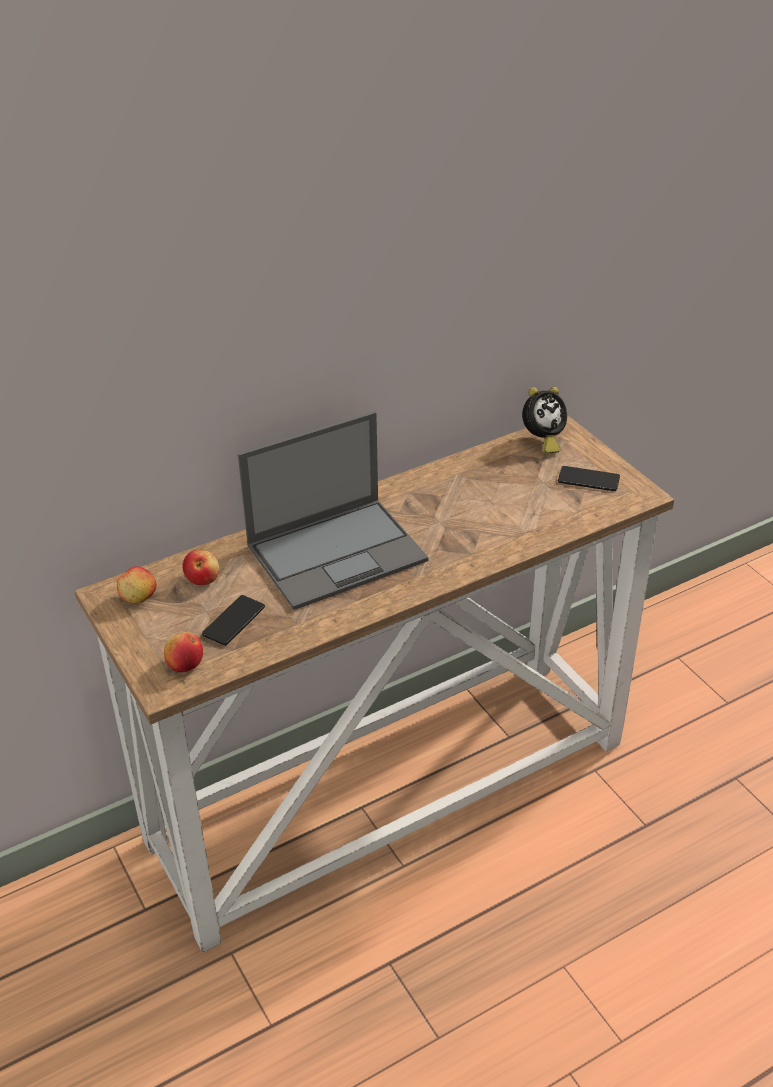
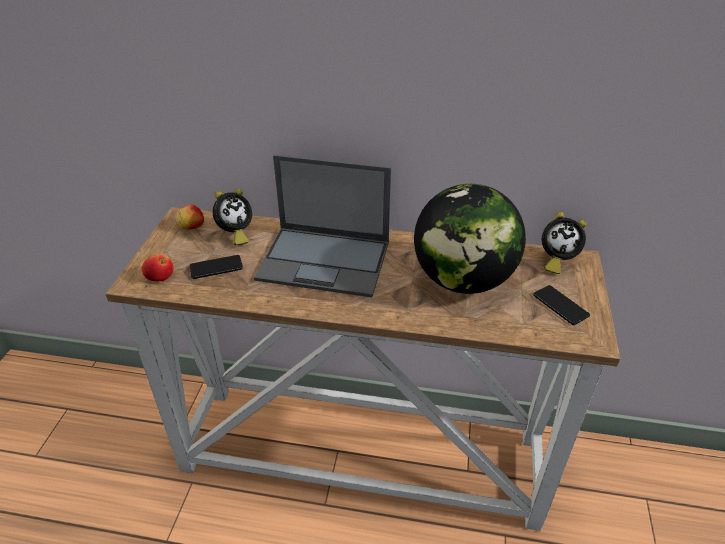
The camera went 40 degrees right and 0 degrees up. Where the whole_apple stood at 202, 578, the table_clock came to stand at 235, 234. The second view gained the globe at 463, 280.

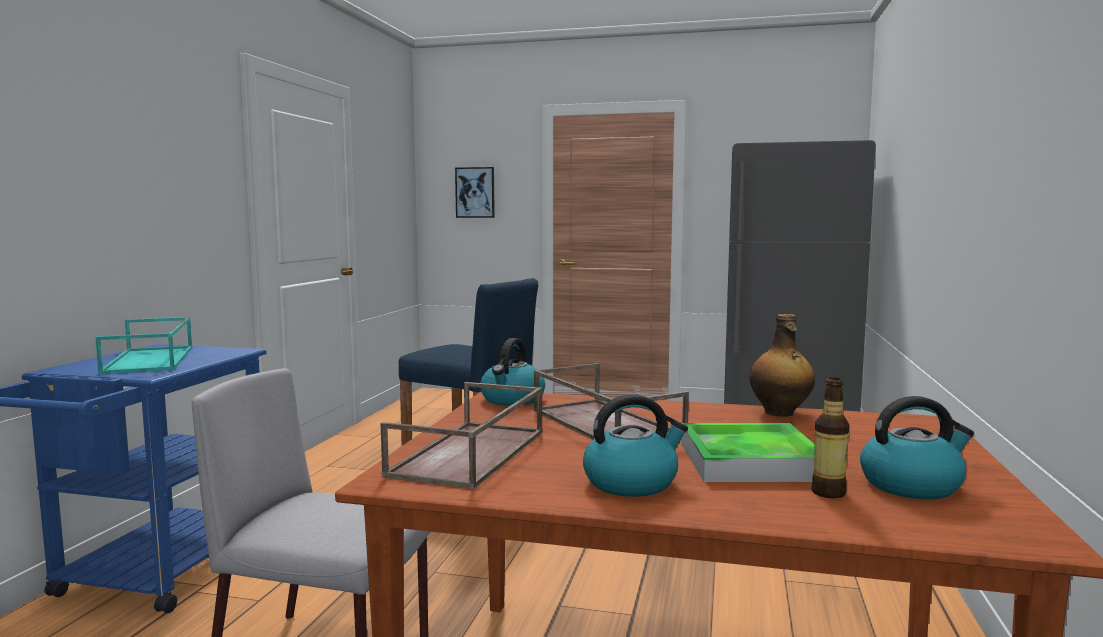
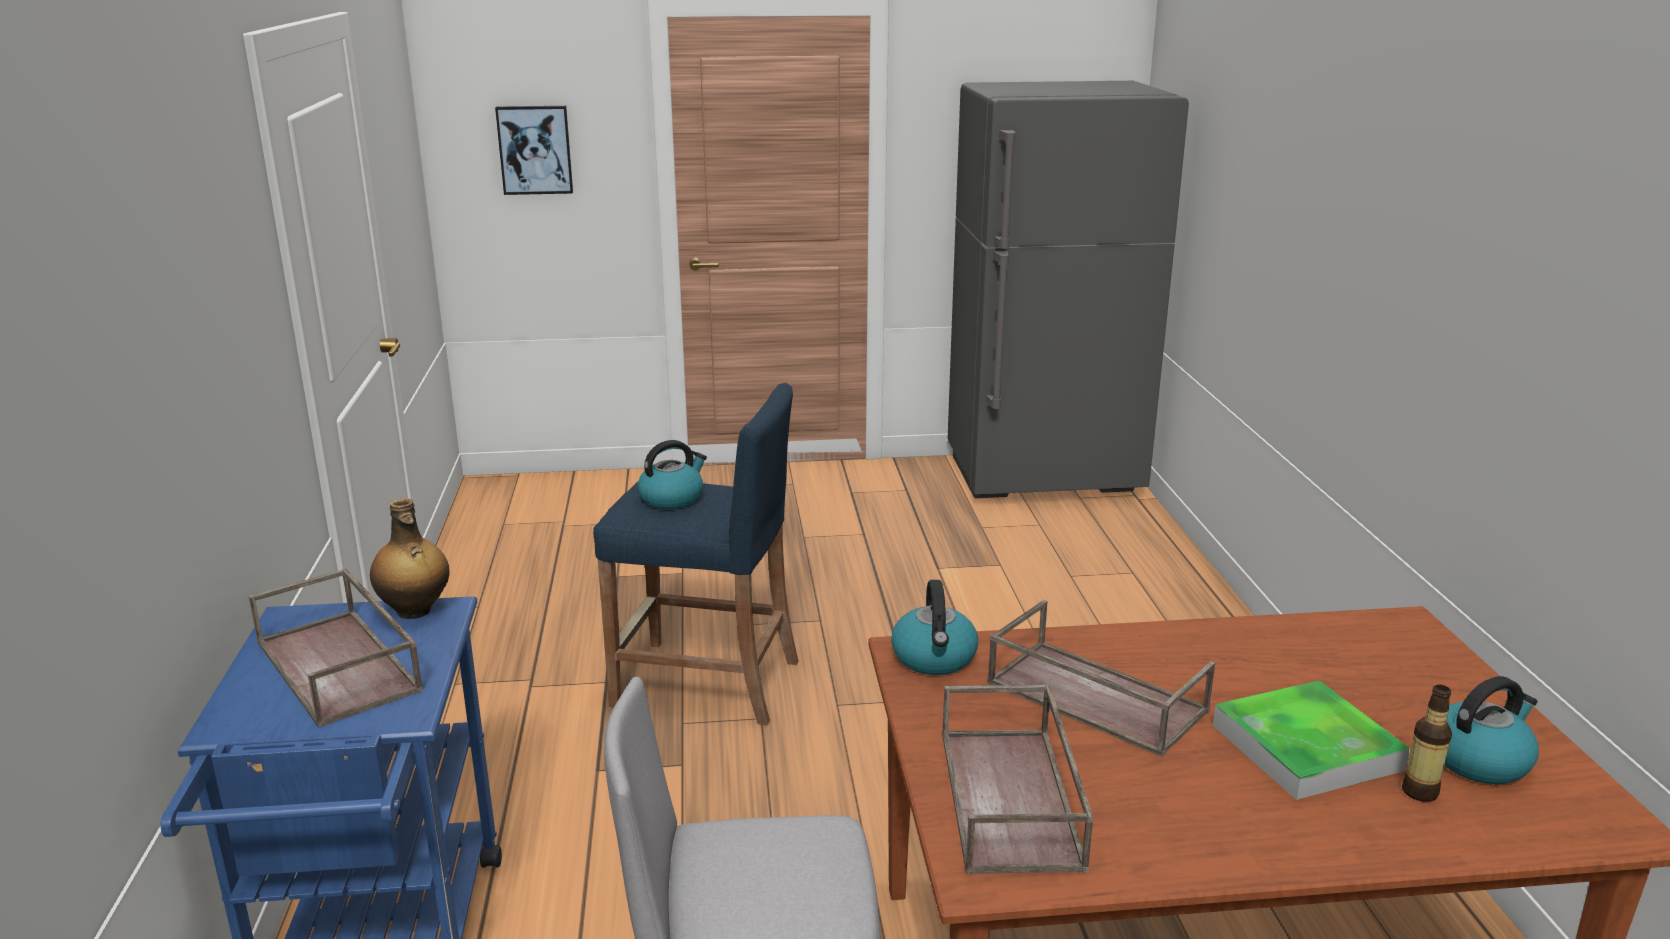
The camera went 20 degrees left and 15 degrees up. What was the turquoise_tray at 150, 360 turned into the brown-coloured_tray at 340, 666. The beverage_bottle ended up elsewhere, having gone from 779, 413 to 414, 611. The kettle ended up elsewhere, having gone from 632, 482 to 672, 498.

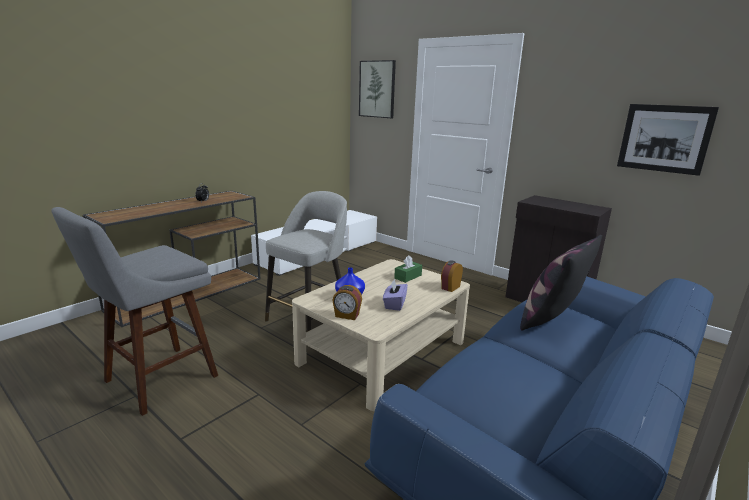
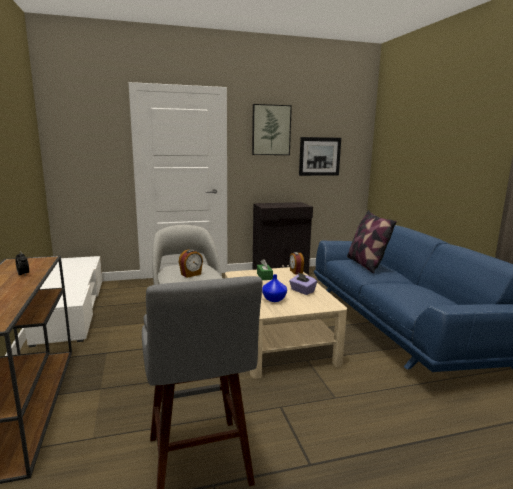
The camera went 55 degrees left and 5 degrees down. The table_clock ended up elsewhere, having gone from 347, 316 to 191, 274. The wall_art ended up elsewhere, having gone from 377, 89 to 271, 130.

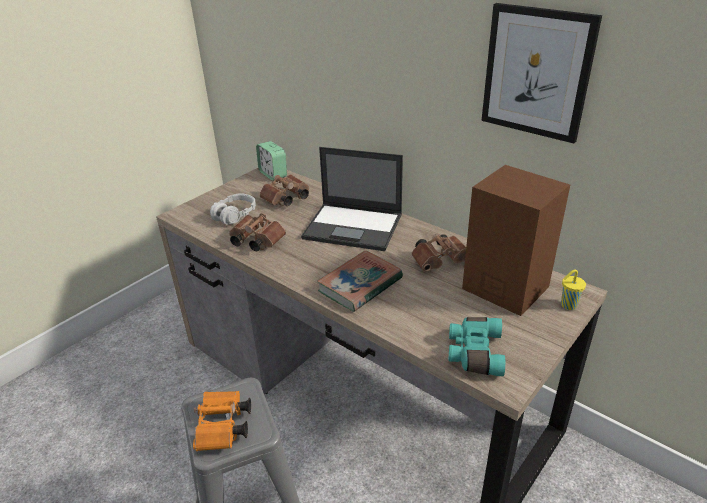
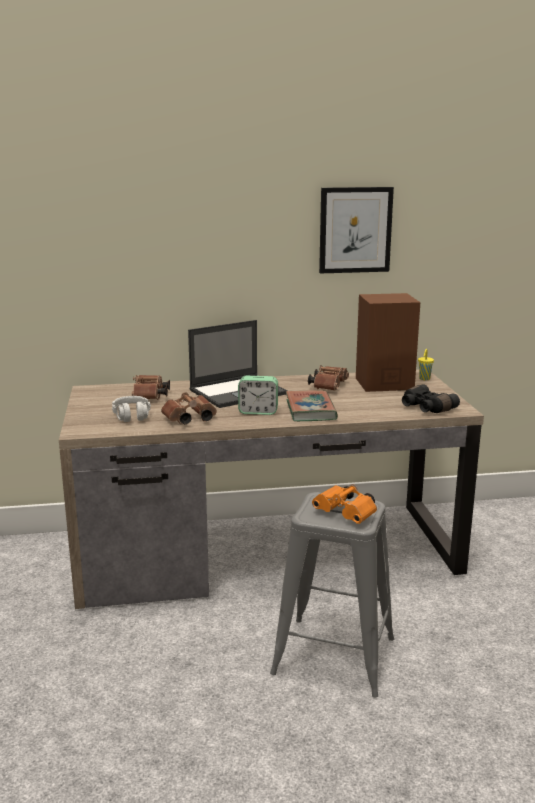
The camera went 50 degrees left and 15 degrees down. The table_clock ended up elsewhere, having gone from 273, 174 to 258, 411. What was the turquoise_pair_of_binoculars at 473, 353 turned into the black-coloured_pair_of_binoculars at 425, 408.

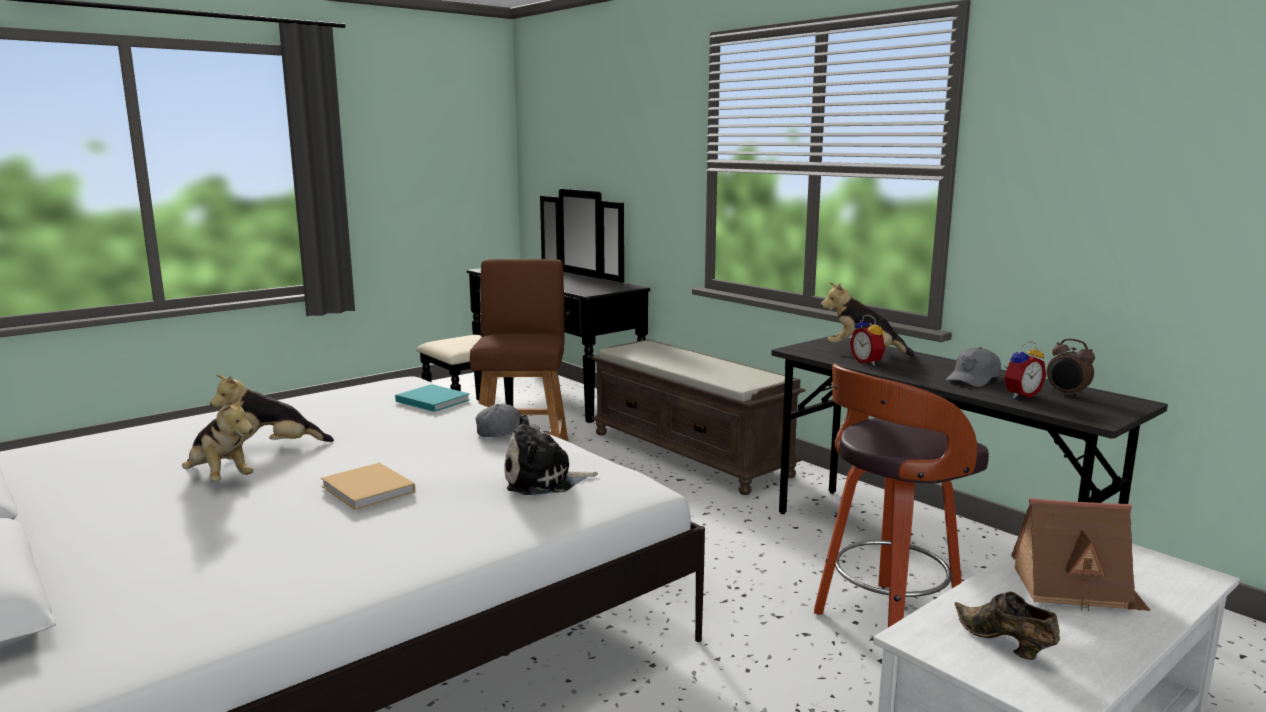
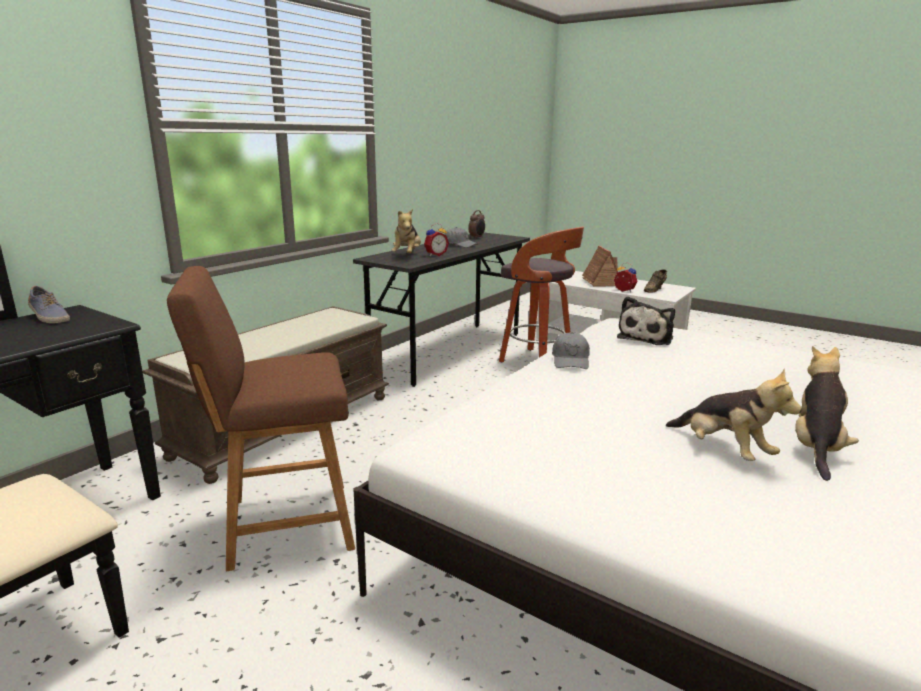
The camera went 105 degrees left and 5 degrees up. The second view gained the item_of_footwear at 49, 317. The gray_peaked_cap at 507, 433 ended up facing another way, 150 degrees counterclockwise from before. The table_clock ended up elsewhere, having gone from 1020, 395 to 623, 291. The cuddly_toy at 543, 481 ended up facing another way, 60 degrees clockwise from before. The second view lost the beige-coloured_volume at 369, 490. The second view lost the turquoise_volume at 431, 400.

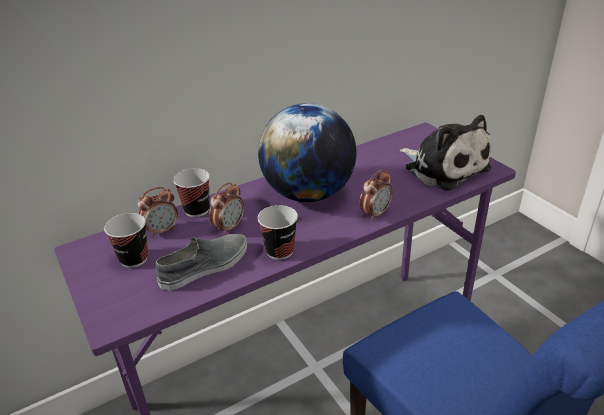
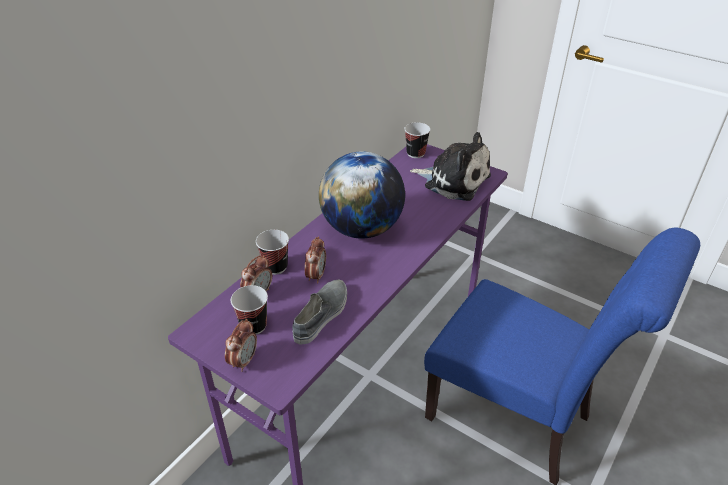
The camera went 25 degrees left and 5 degrees up. The table_clock ended up elsewhere, having gone from 375, 213 to 243, 361. The drinking_cup ended up elsewhere, having gone from 280, 251 to 415, 153.

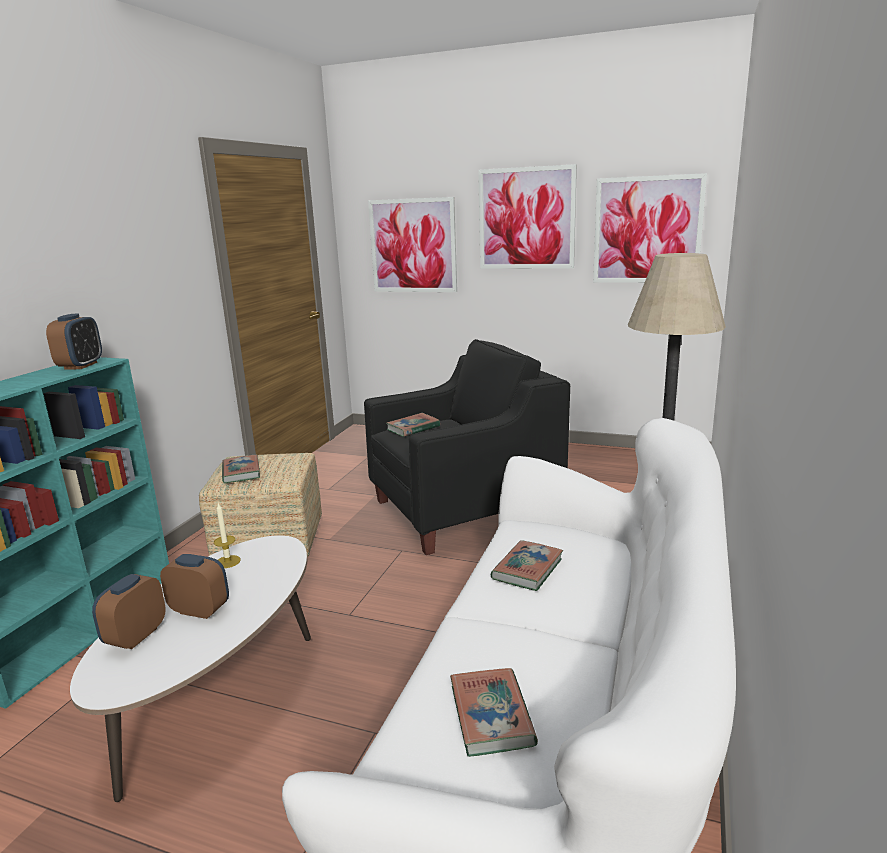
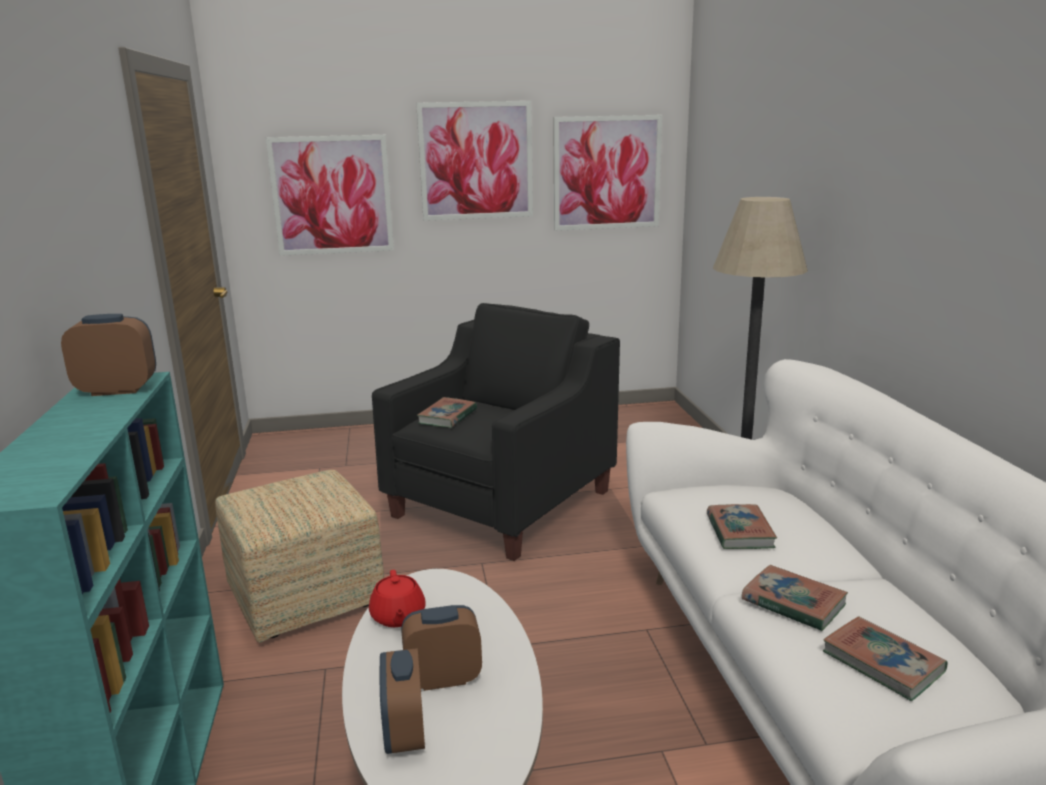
The camera went 30 degrees left and 0 degrees up. The table_clock at 81, 366 ended up facing another way, 75 degrees counterclockwise from before. Where the wax_light stood at 228, 561, the red-coloured_teapot came to stand at 398, 617. The volume ended up elsewhere, having gone from 241, 472 to 793, 603.

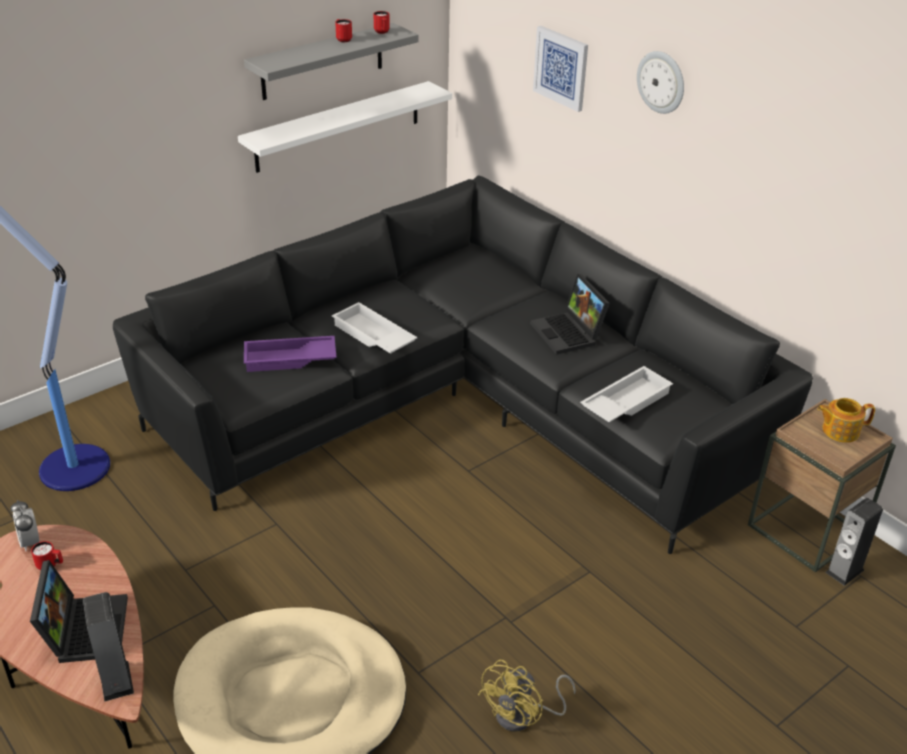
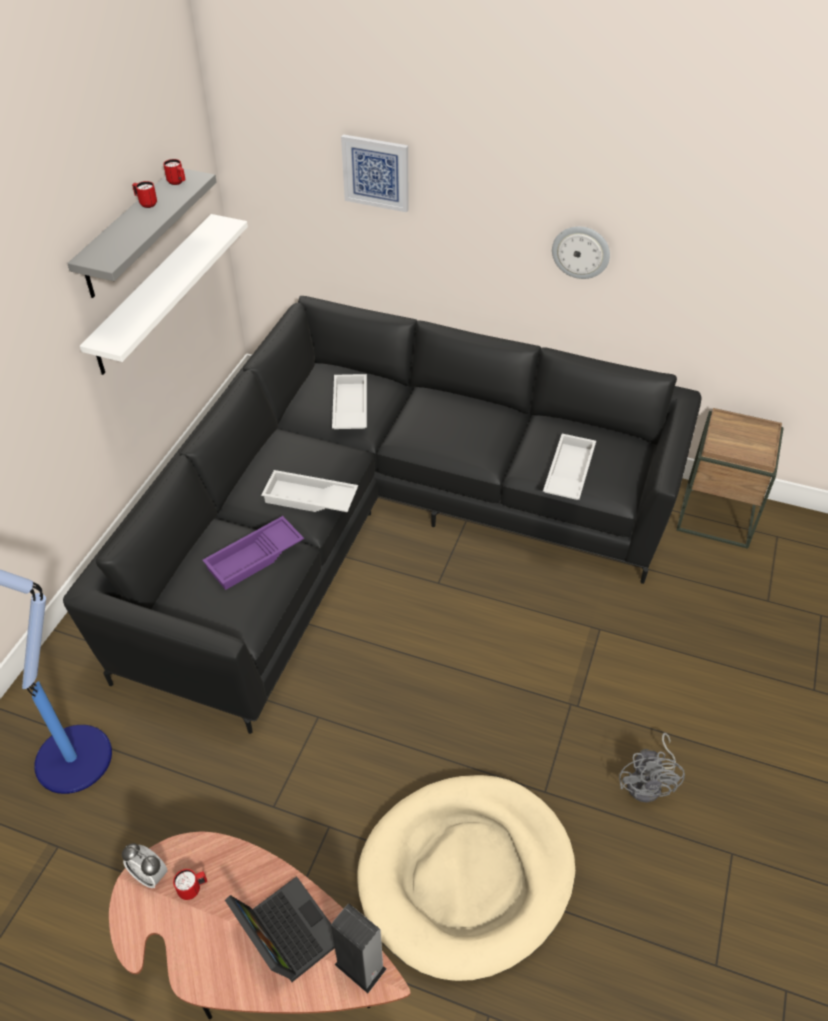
The camera went 30 degrees left and 10 degrees up. The second view gained the white_tray at 349, 408. The wall_clock ended up elsewhere, having gone from 661, 82 to 581, 252. What was the yellowish_cooling_fan at 523, 716 turned into the gray_cooling_fan at 649, 783. The second view lost the portable_computer at 569, 333. The second view lost the teapot at 839, 430. The second view lost the speaker at 844, 571.

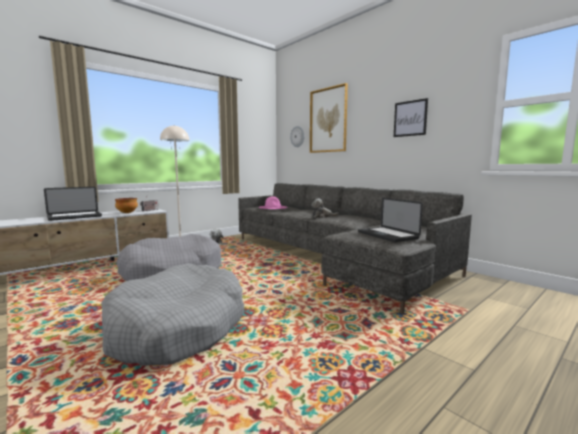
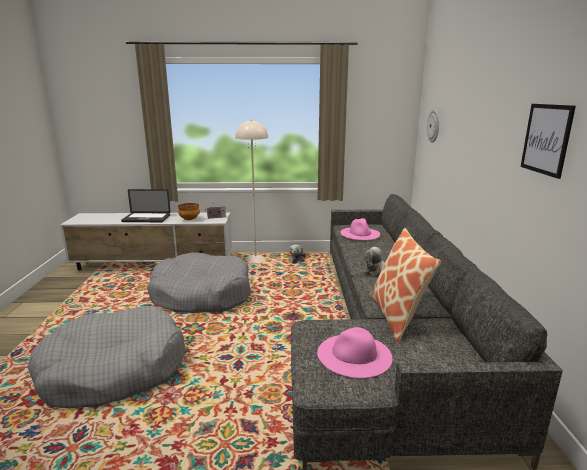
The camera went 40 degrees right and 10 degrees up. Where the portable_computer stood at 387, 235, the pinkish_clothing_hat came to stand at 354, 355. The second view gained the pillow at 398, 317. The second view lost the wall_art at 328, 120.

